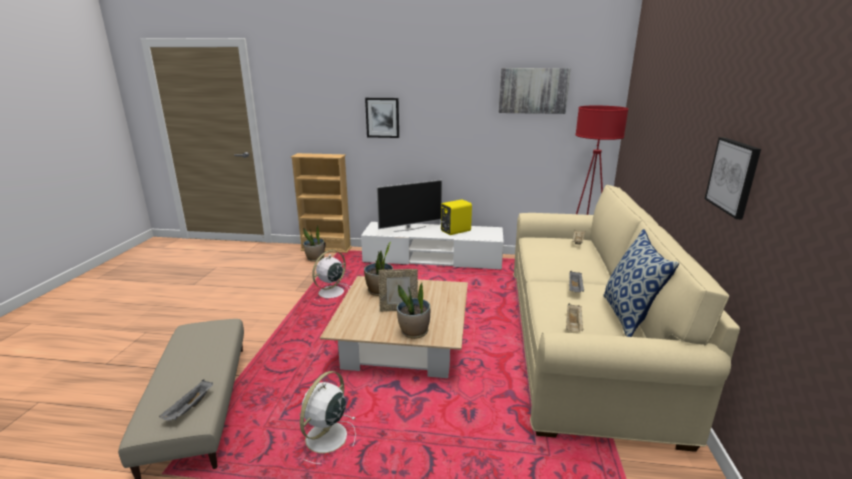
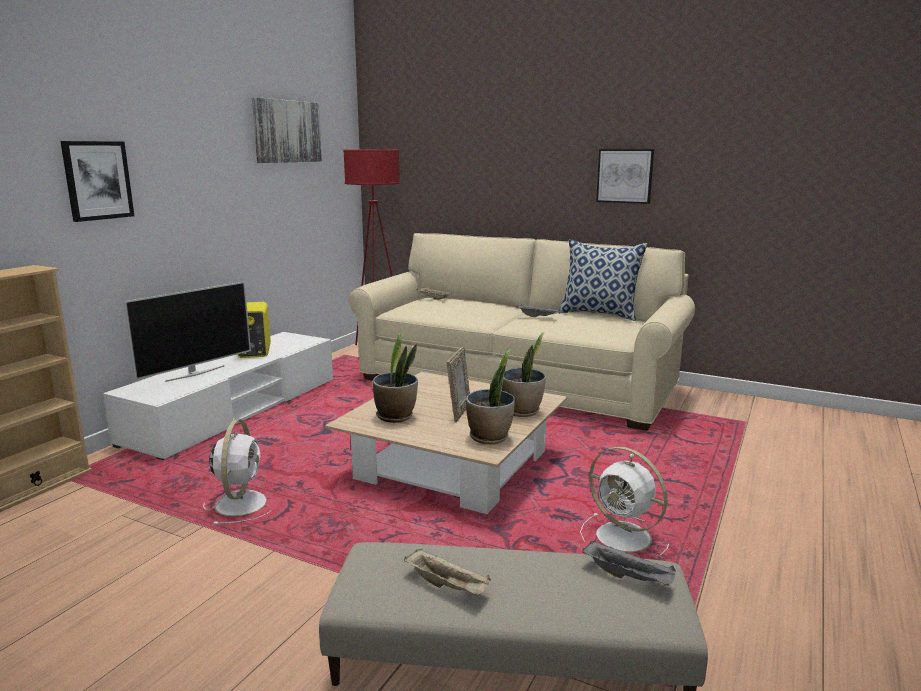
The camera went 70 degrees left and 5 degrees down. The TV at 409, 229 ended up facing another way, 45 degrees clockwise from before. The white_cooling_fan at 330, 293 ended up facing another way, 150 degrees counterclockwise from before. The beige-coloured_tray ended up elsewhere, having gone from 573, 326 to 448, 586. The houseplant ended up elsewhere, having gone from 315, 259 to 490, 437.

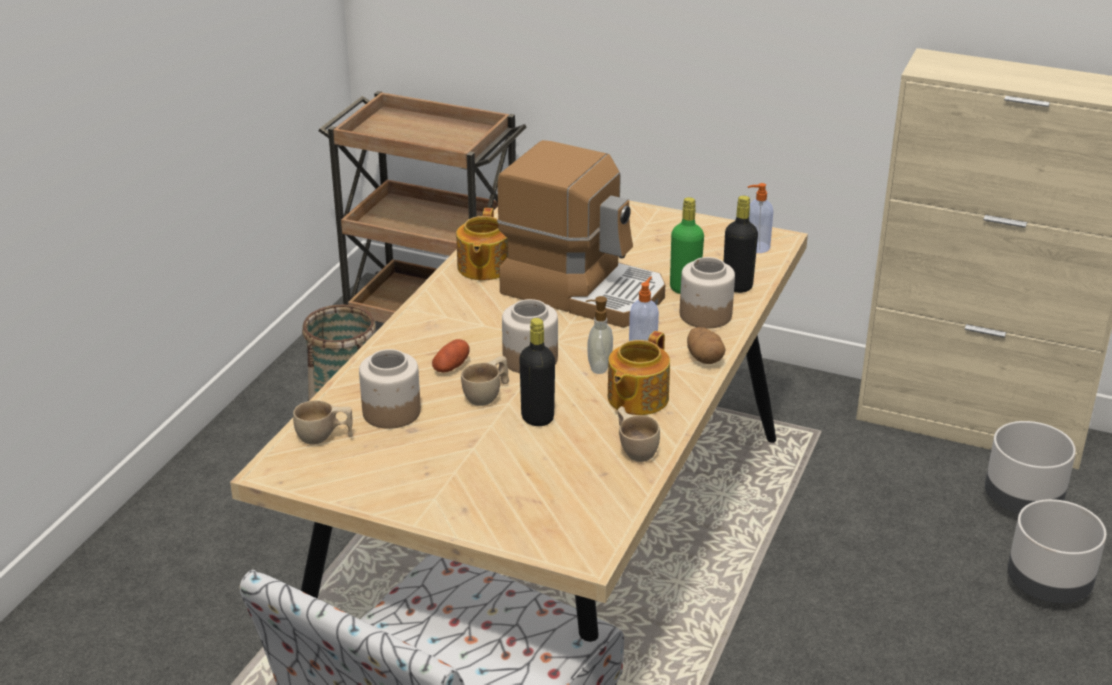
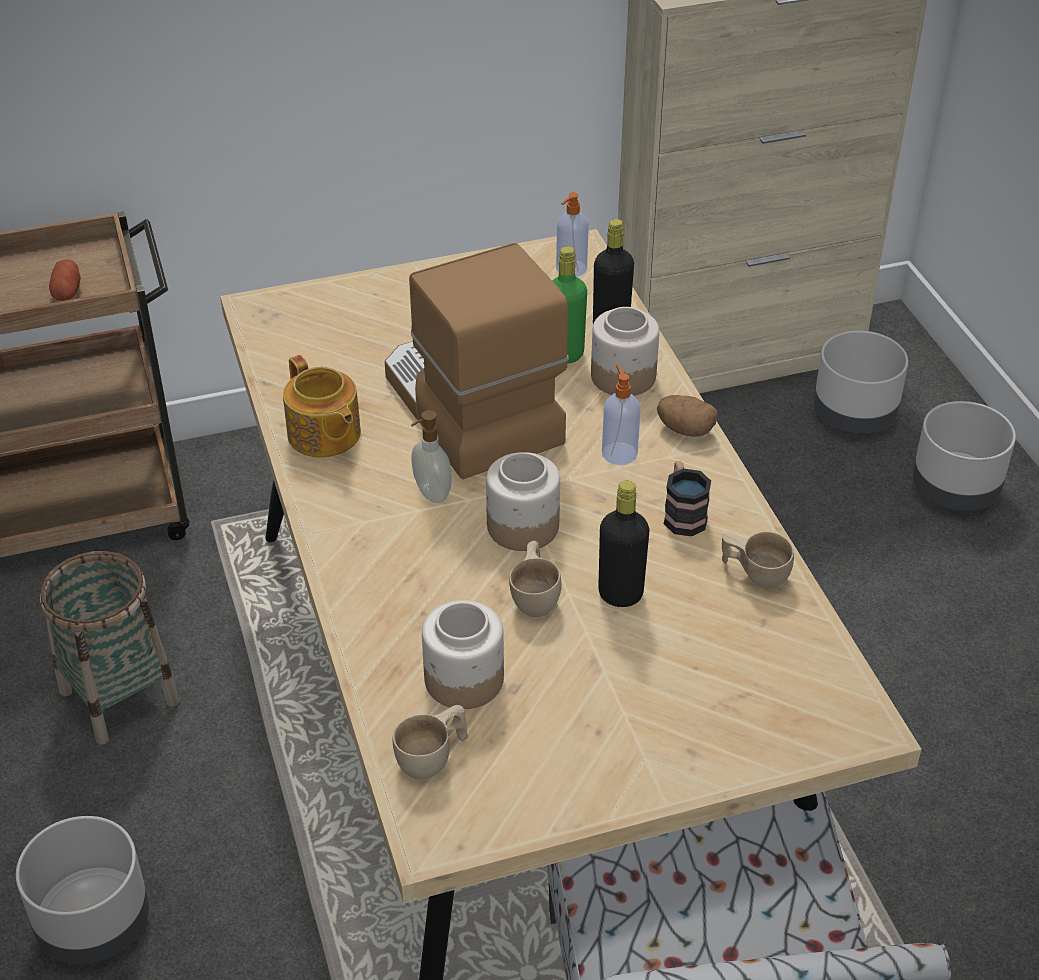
The camera went 40 degrees left and 10 degrees up. The second view gained the gray_planter at 93, 923. The potato ended up elsewhere, having gone from 451, 366 to 67, 291. The coffee_brewer at 584, 290 ended up facing another way, 105 degrees counterclockwise from before. The liquid_soap_bottle ended up elsewhere, having gone from 598, 367 to 431, 493. Where the teapot stood at 636, 398, the coffee_mug came to stand at 682, 514.

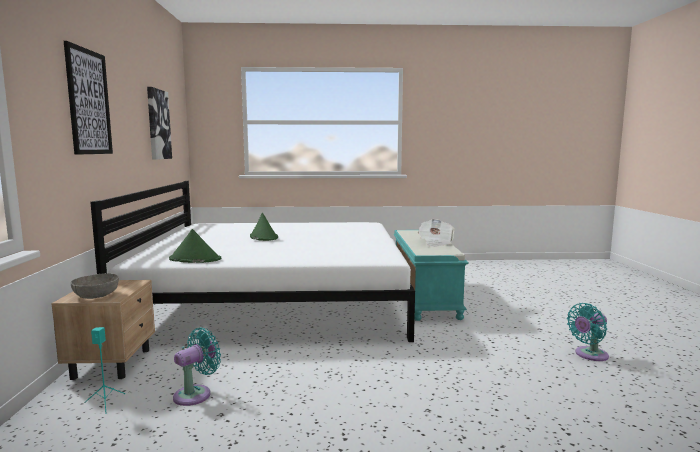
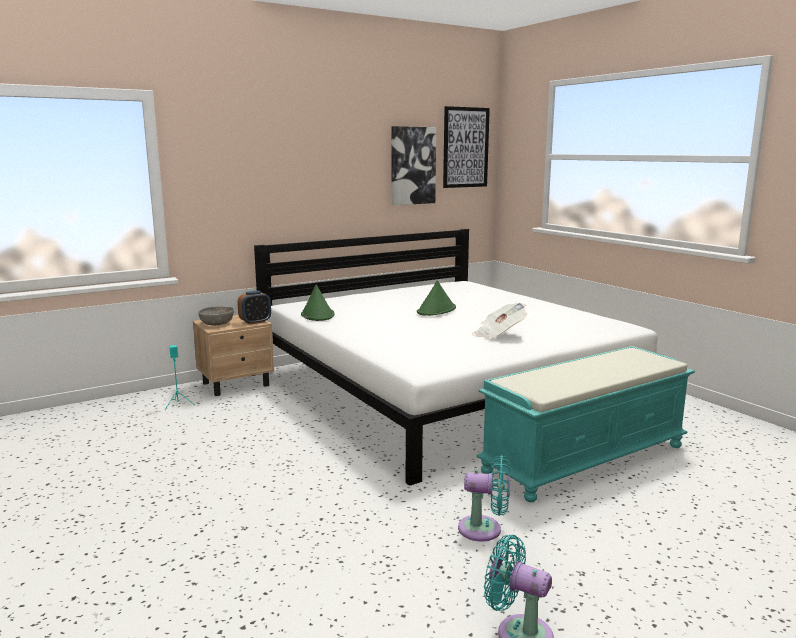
The camera went 60 degrees right and 5 degrees up. The second view gained the table_clock at 255, 322. The wall_art ended up elsewhere, having gone from 88, 102 to 465, 147. The turquoise_cooling_fan ended up elsewhere, having gone from 196, 394 to 484, 529. The newspaper ended up elsewhere, having gone from 435, 243 to 498, 334.

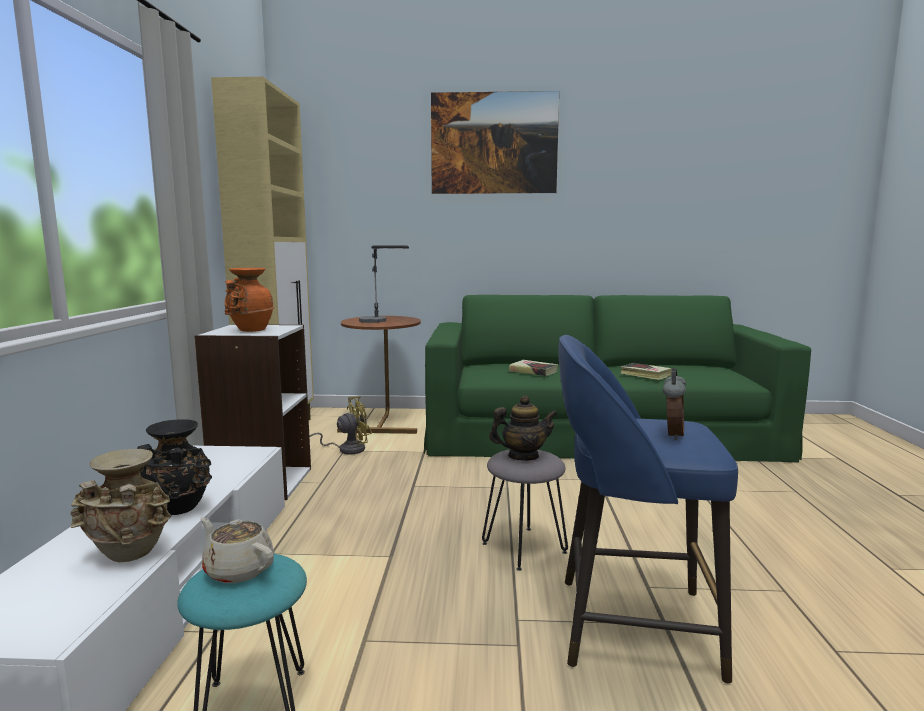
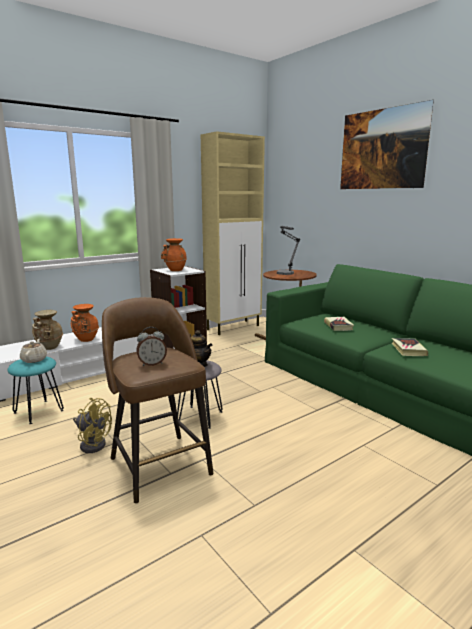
The camera went 50 degrees right and 5 degrees up. What was the black-coloured_vase at 178, 510 turned into the orange_vase at 85, 340. The yellowish_cooling_fan ended up elsewhere, having gone from 346, 449 to 92, 443. What was the blue_stool_seat at 630, 625 turned into the brown-coloured_stool_seat at 159, 464.

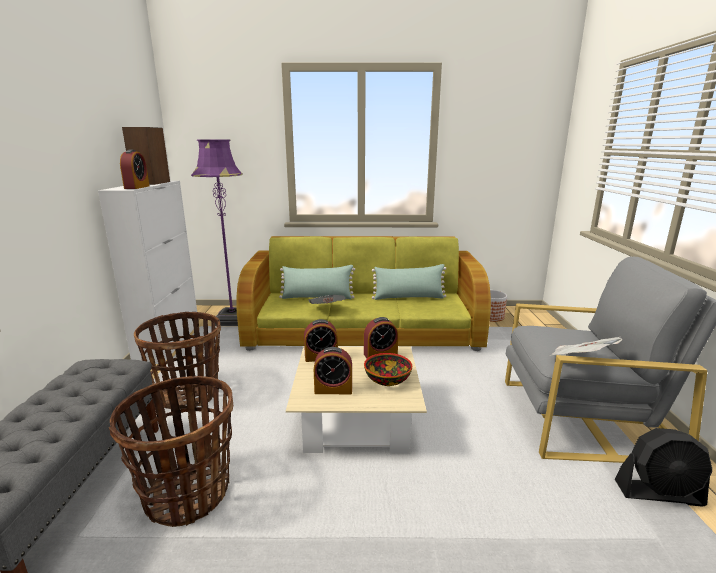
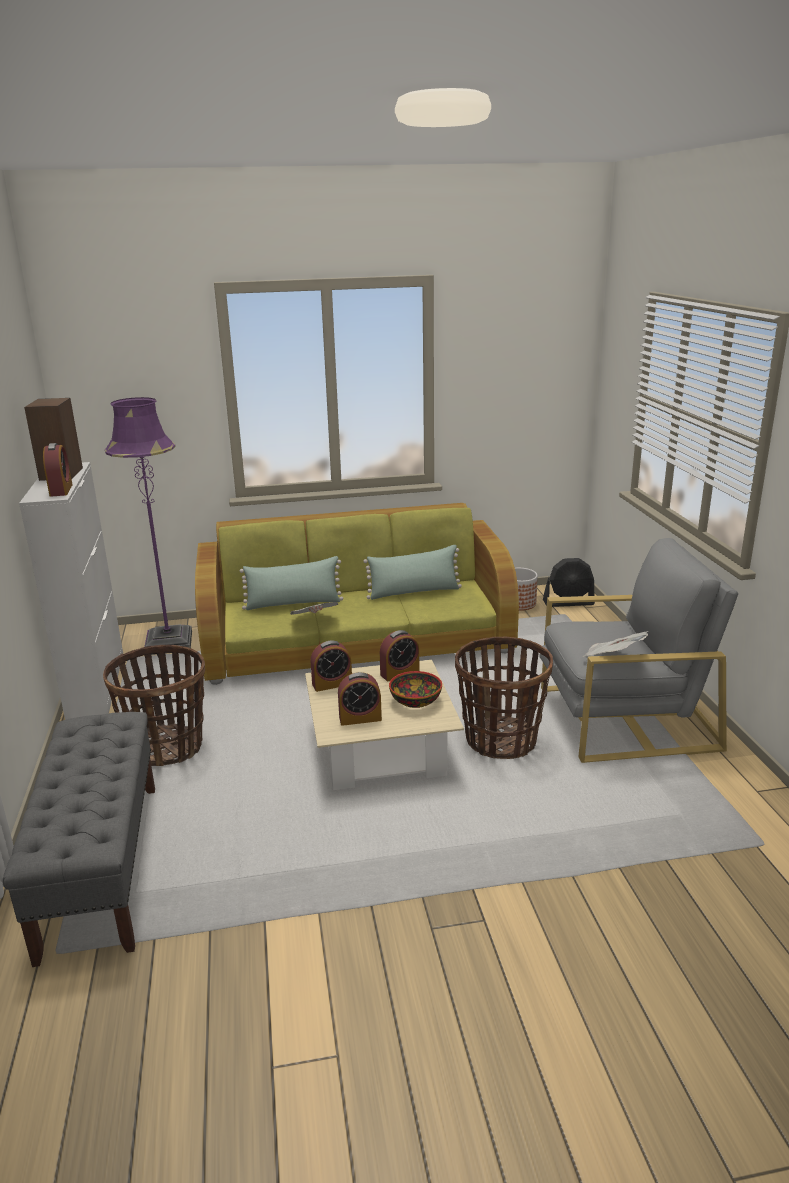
The camera went 10 degrees left and 5 degrees up. The storage_basket ended up elsewhere, having gone from 188, 494 to 500, 740. The black-coloured_cooling_fan ended up elsewhere, having gone from 659, 493 to 568, 602.

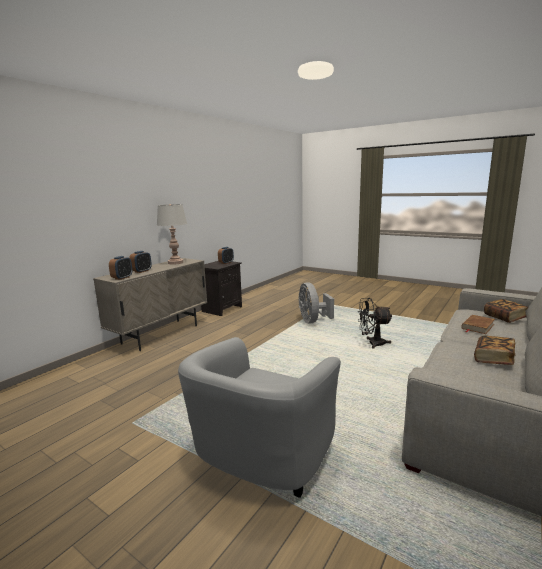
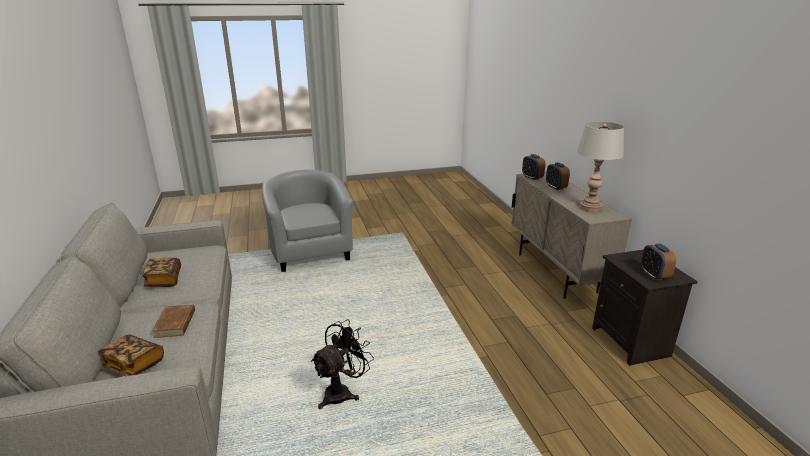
The camera went 130 degrees right and 10 degrees up. The second view lost the gray_cooling_fan at 313, 321.

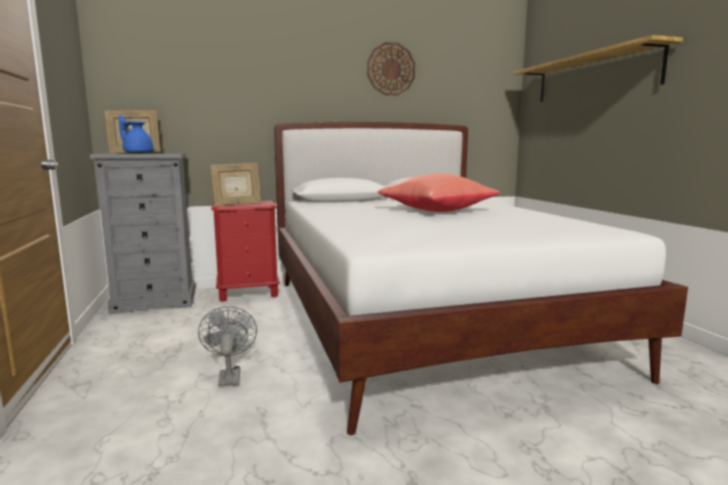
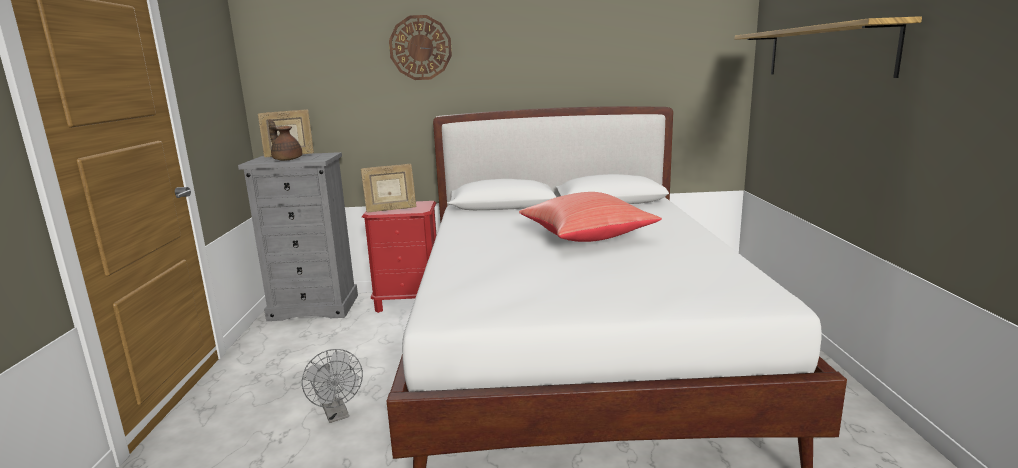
The camera went 15 degrees right and 5 degrees up. What was the blue_teapot at 137, 153 turned into the brown-coloured_teapot at 287, 159. The gray_cooling_fan at 229, 376 ended up facing another way, 150 degrees clockwise from before. The wall_clock ended up elsewhere, having gone from 391, 69 to 420, 48.

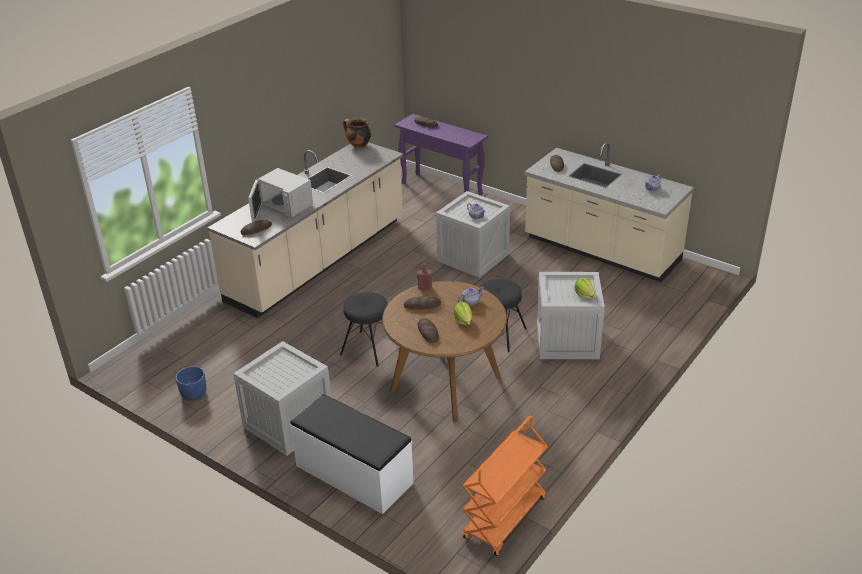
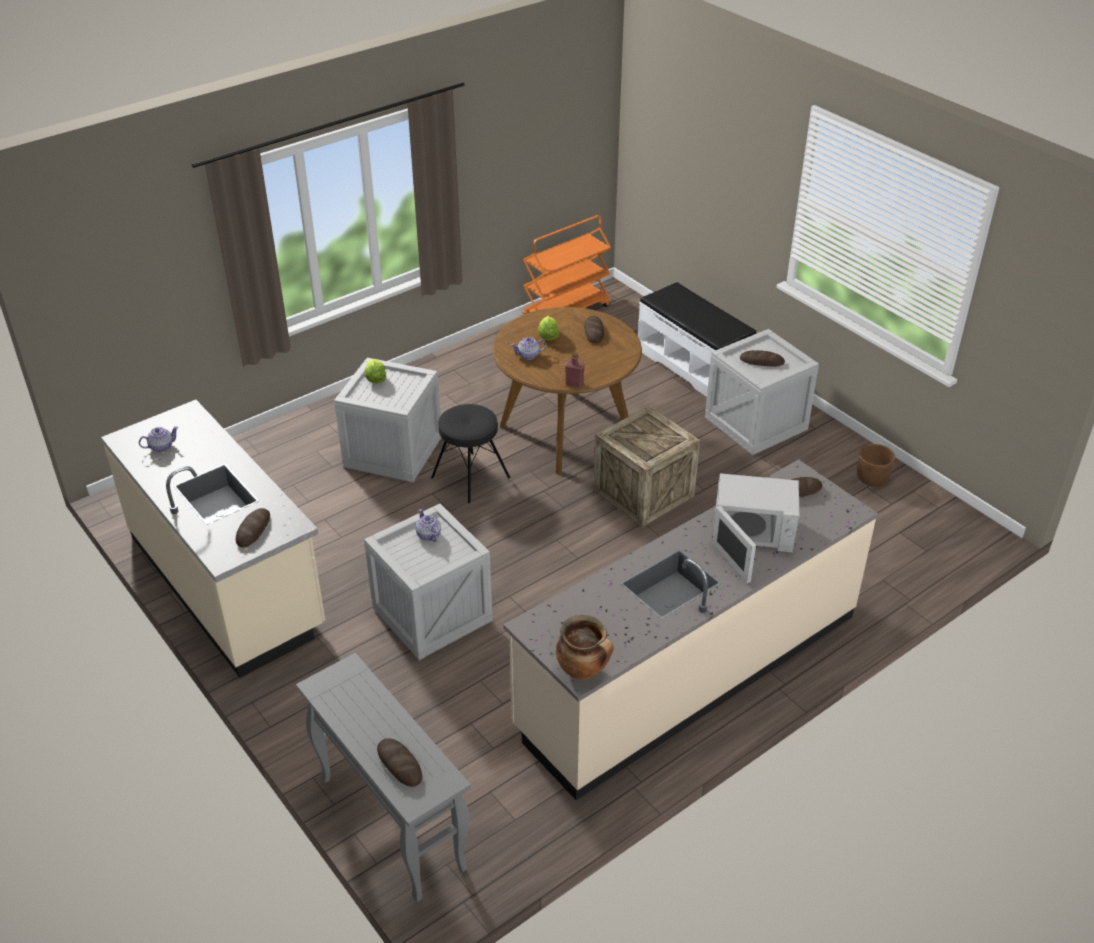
The camera went 165 degrees left and 5 degrees up. What was the purple_hall_table at 442, 189 turned into the gray_hall_table at 390, 822. Where the black-coloured_stool_seat stood at 369, 348, the packing_crate came to stand at 643, 493. The white_microwave at 283, 205 ended up facing another way, 135 degrees clockwise from before. The baked_bread ended up elsewhere, having gone from 422, 305 to 761, 361. What was the blue_planter at 193, 394 turned into the brown-coloured_planter at 872, 478.

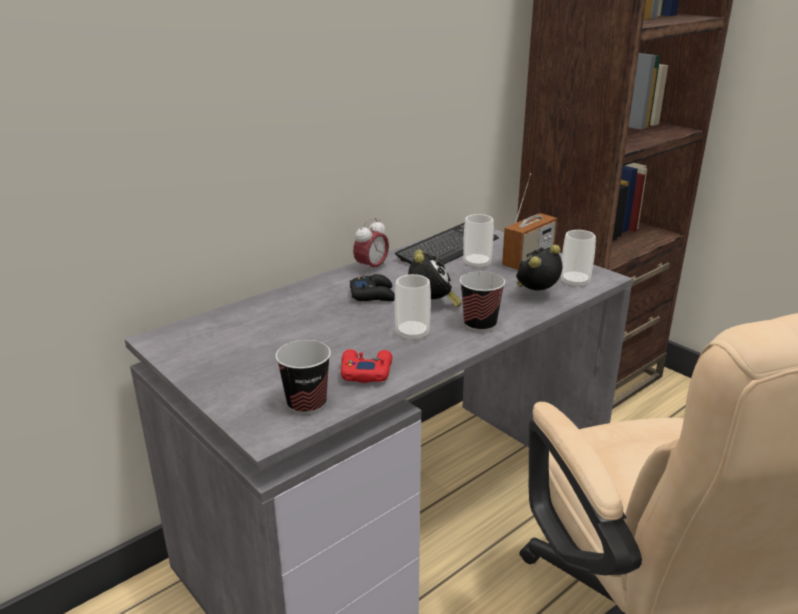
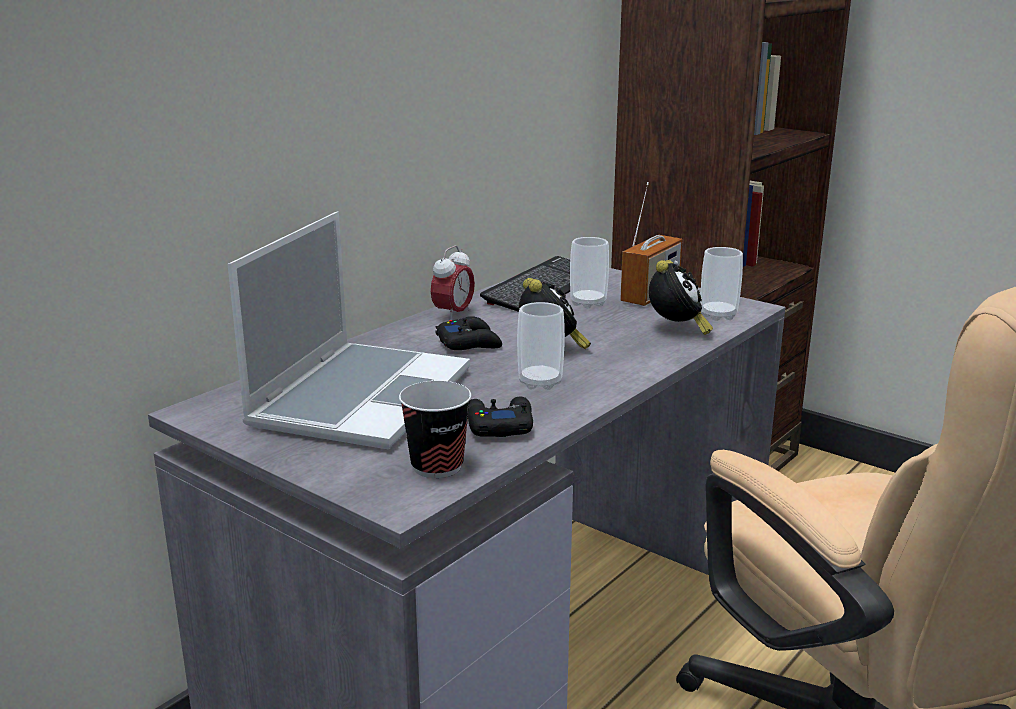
The camera went 10 degrees left and 5 degrees down. The second view gained the portable_computer at 361, 396. What was the red-coloured_gamepad at 366, 371 turned into the black-coloured_gamepad at 498, 426. The table_clock at 536, 294 ended up facing another way, 150 degrees clockwise from before. The second view lost the drinking_cup at 480, 325.

